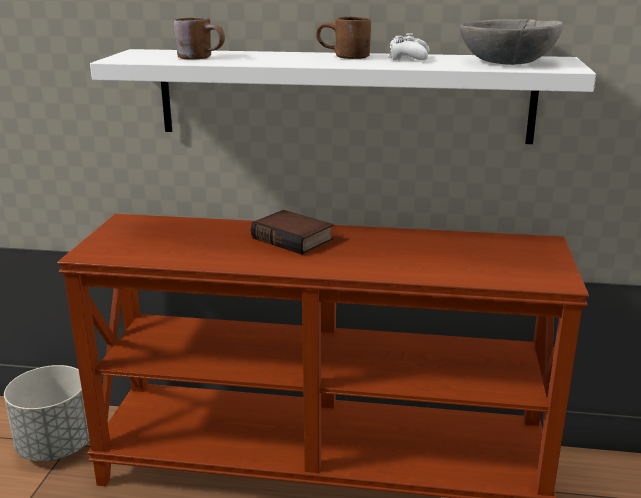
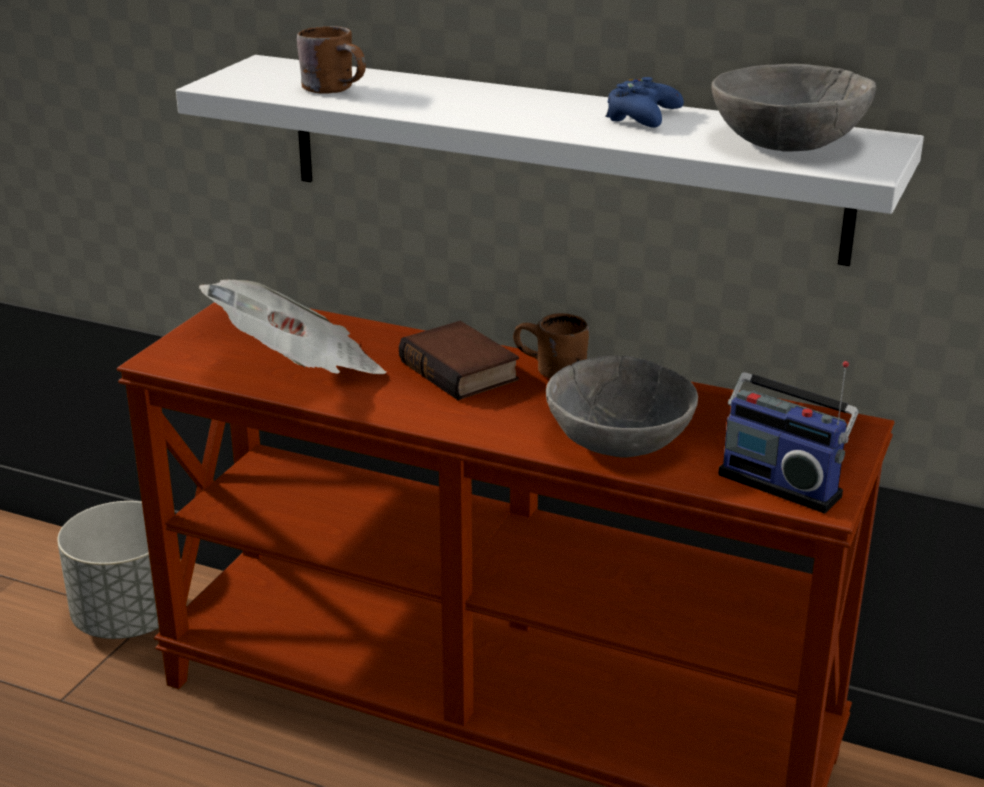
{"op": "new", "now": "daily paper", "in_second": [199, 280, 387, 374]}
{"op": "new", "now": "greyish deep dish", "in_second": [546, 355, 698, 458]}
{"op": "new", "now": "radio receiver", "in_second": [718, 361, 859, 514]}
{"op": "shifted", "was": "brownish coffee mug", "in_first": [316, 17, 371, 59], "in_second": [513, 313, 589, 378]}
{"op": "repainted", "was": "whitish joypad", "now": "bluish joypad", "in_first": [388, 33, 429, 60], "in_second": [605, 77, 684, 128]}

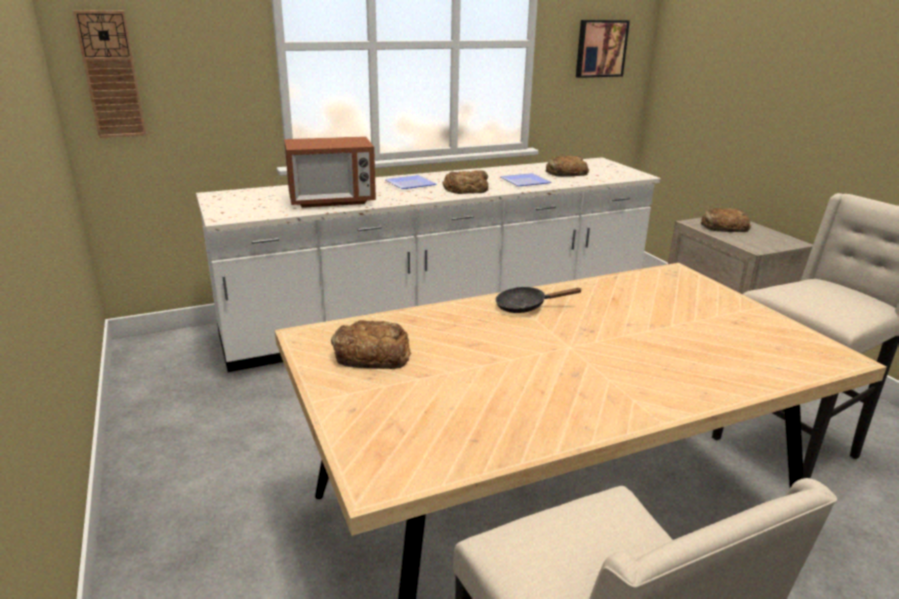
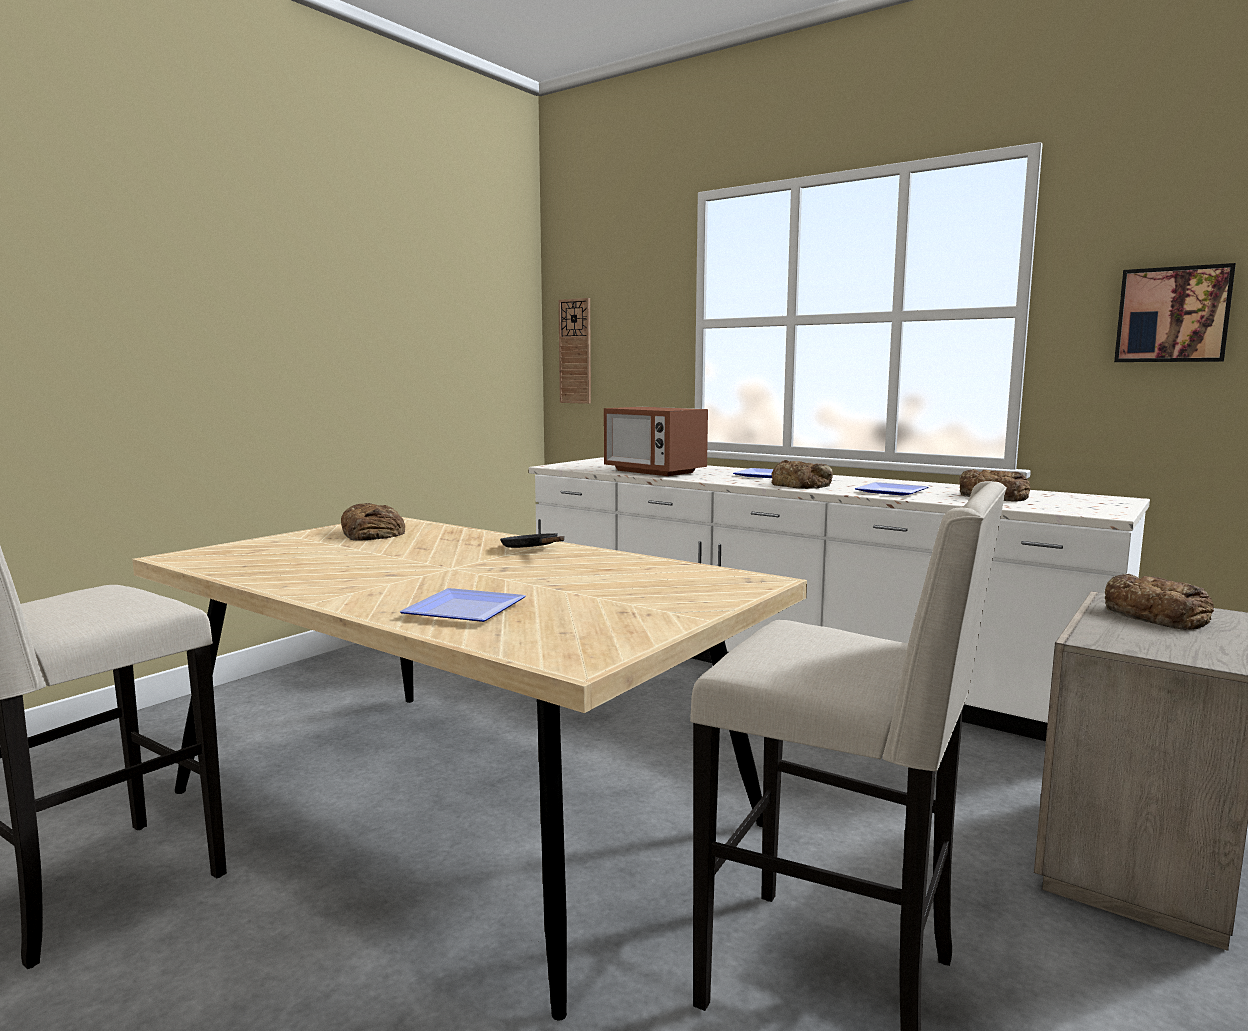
{"op": "new", "now": "flat dish", "in_second": [399, 588, 526, 622]}

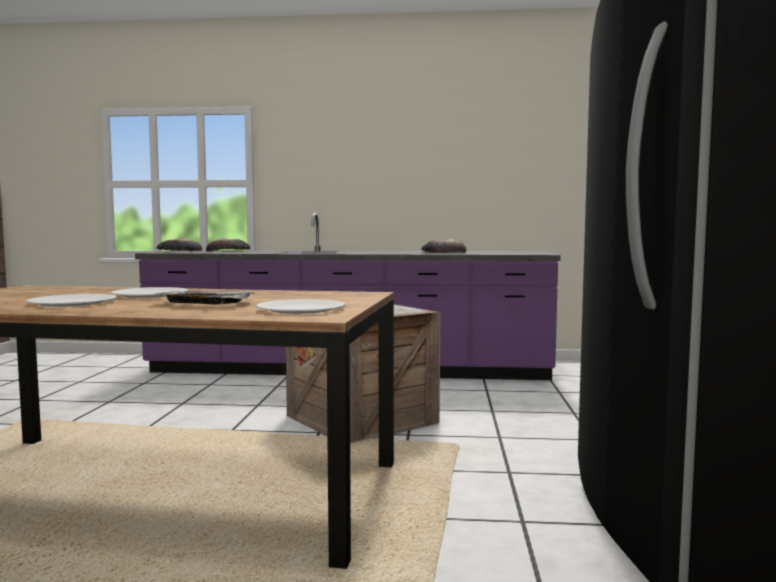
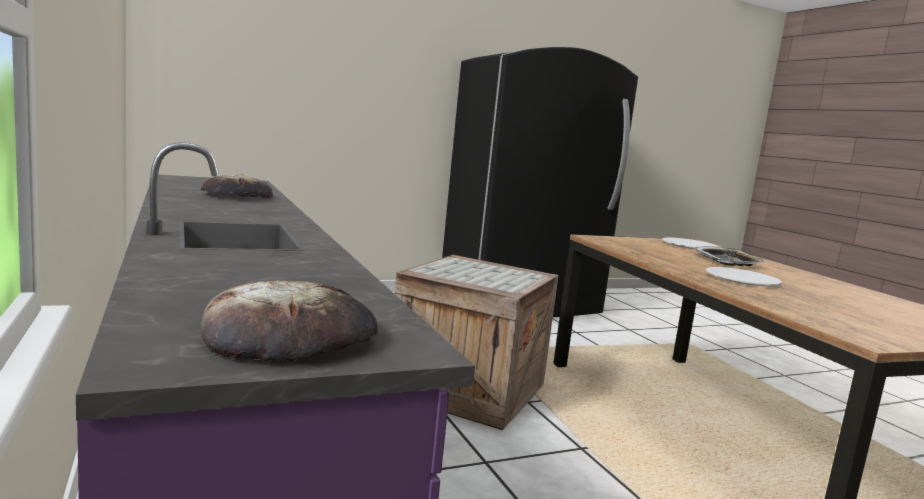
{"op": "gone", "was": "whitish flat dish", "in_first": [26, 294, 117, 307]}
{"op": "gone", "was": "baked bread", "in_first": [206, 238, 251, 252]}

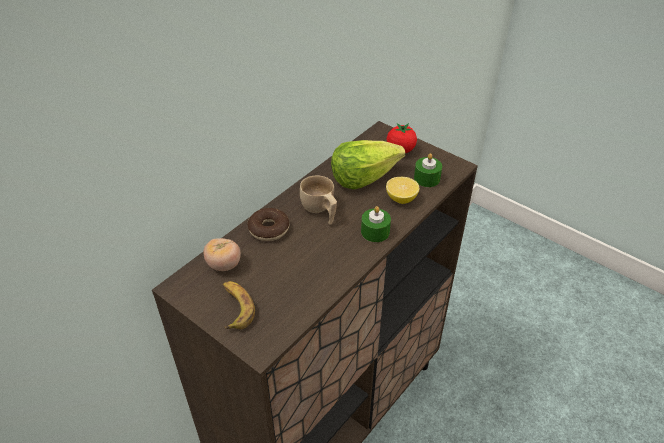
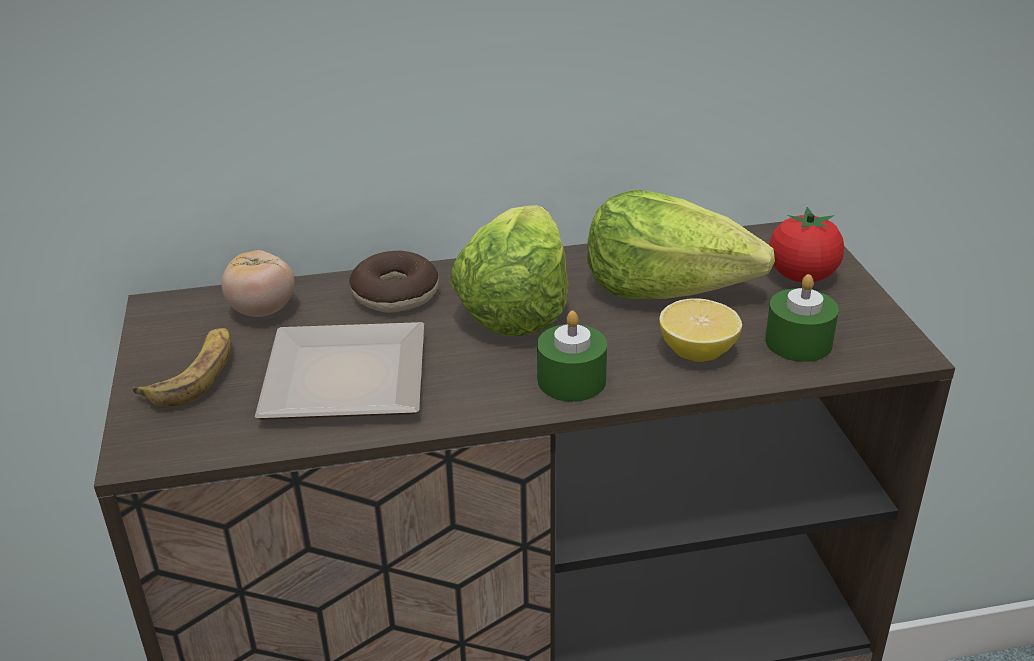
{"op": "new", "now": "flat dish", "in_second": [255, 322, 424, 420]}
{"op": "swapped", "was": "sand-coloured drinking cup", "now": "head of lettuce", "in_first": [300, 175, 337, 225], "in_second": [449, 205, 569, 336]}

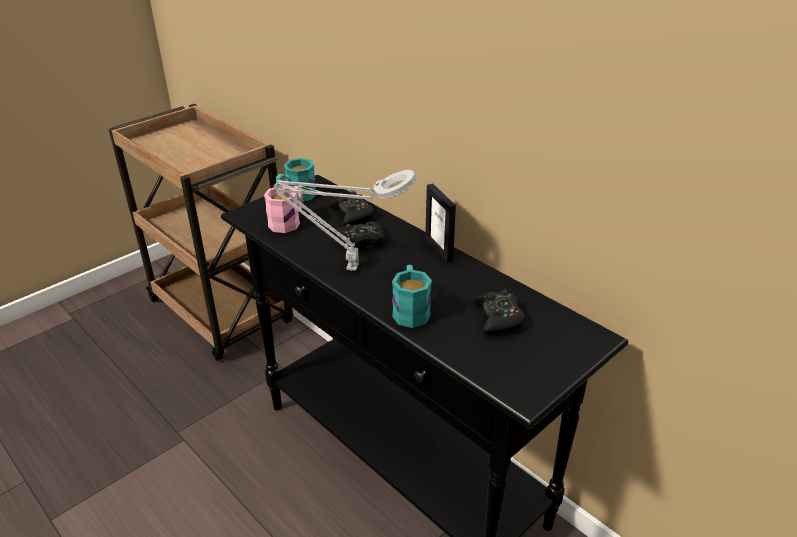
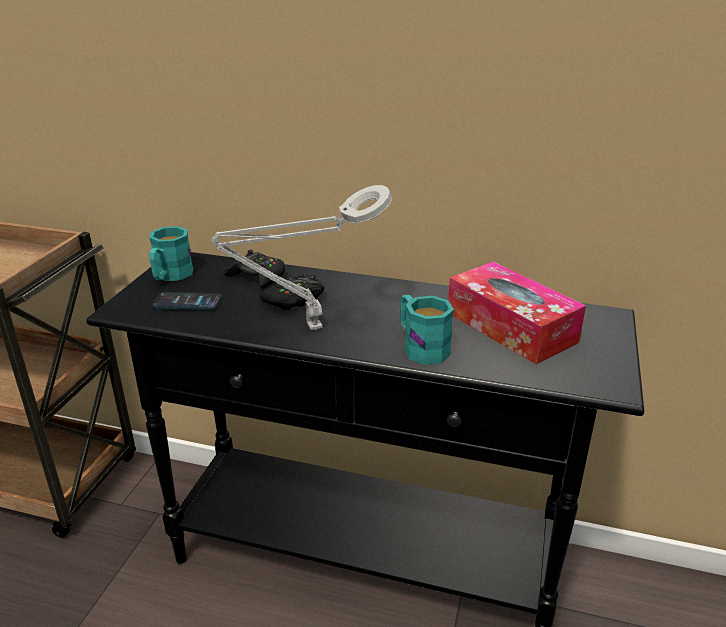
{"op": "gone", "was": "standing frame", "in_first": [425, 183, 456, 262]}
{"op": "swapped", "was": "pink coffee mug", "now": "handset", "in_first": [264, 186, 303, 233], "in_second": [152, 292, 222, 310]}
{"op": "swapped", "was": "black joypad", "now": "tissue holder", "in_first": [472, 289, 525, 334], "in_second": [448, 262, 586, 364]}

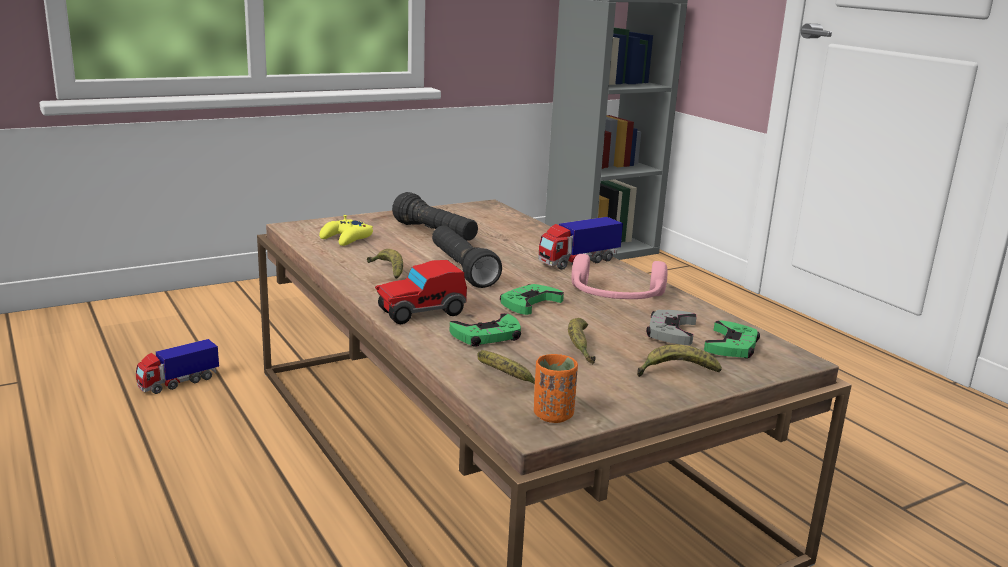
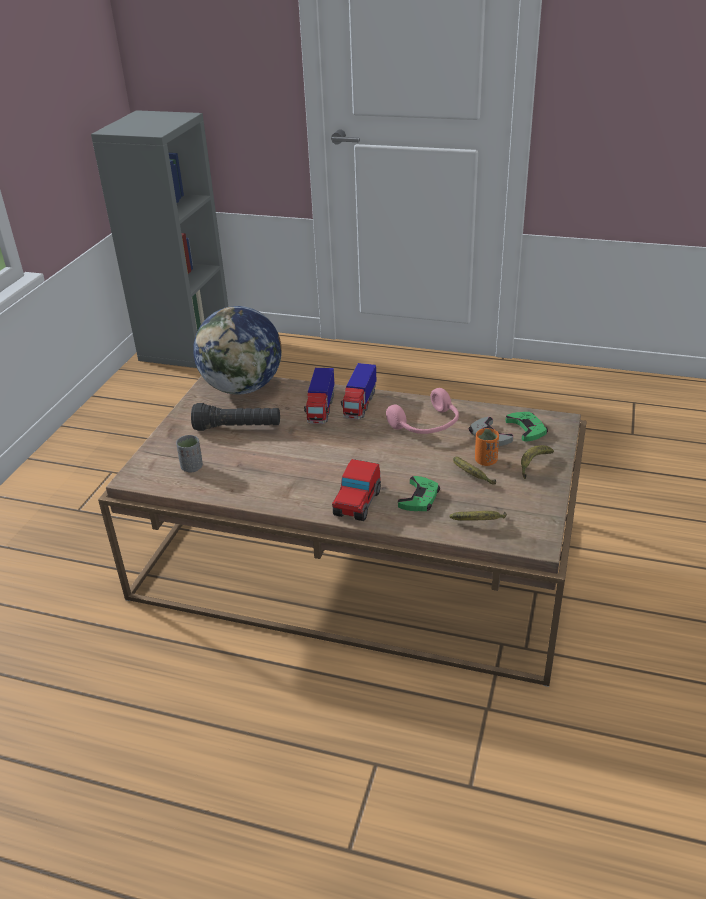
{"op": "gone", "was": "banana", "in_first": [367, 249, 403, 279]}
{"op": "gone", "was": "black hand torch", "in_first": [432, 226, 502, 288]}
{"op": "gone", "was": "green joypad", "in_first": [500, 284, 564, 315]}
{"op": "new", "now": "world globe", "in_second": [193, 306, 282, 395]}
{"op": "shifted", "was": "toy lorry", "in_first": [136, 339, 219, 394], "in_second": [304, 368, 334, 424]}
{"op": "shifted", "was": "orange drinking cup", "in_first": [534, 354, 578, 423], "in_second": [475, 428, 499, 466]}
{"op": "swapped", "was": "yellow joypad", "now": "greyish drinking cup", "in_first": [319, 215, 373, 246], "in_second": [176, 435, 203, 473]}

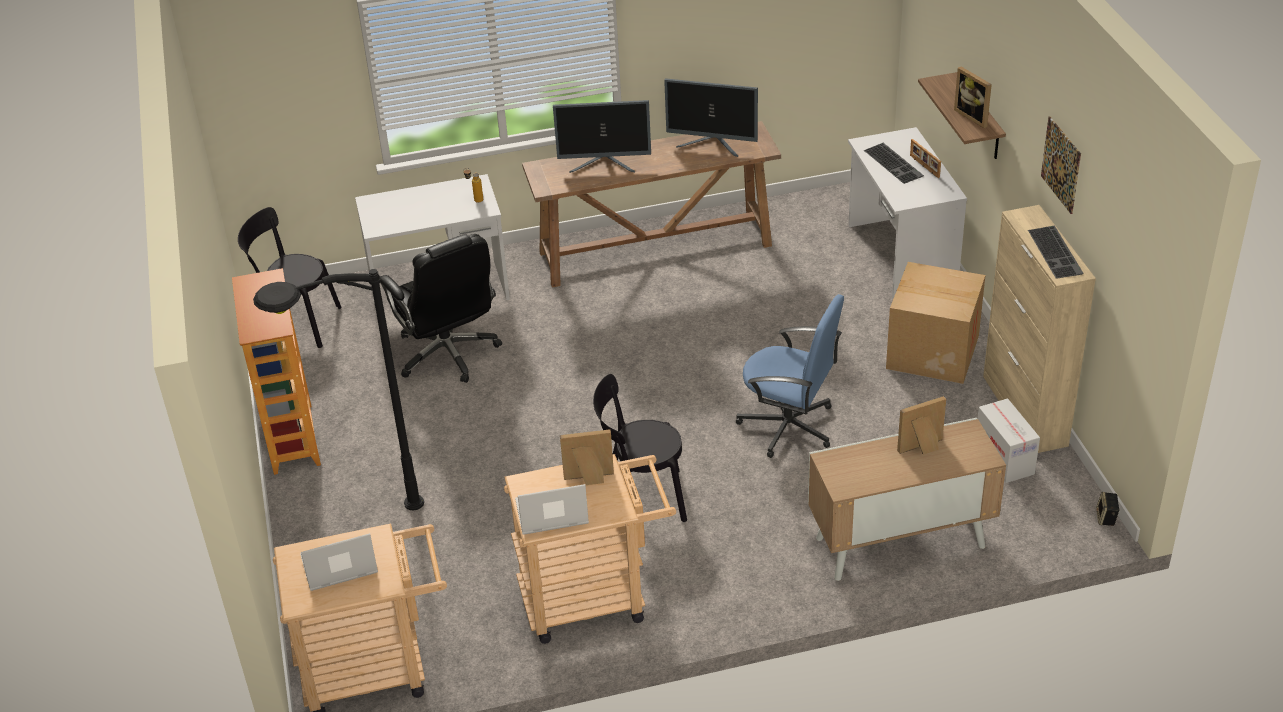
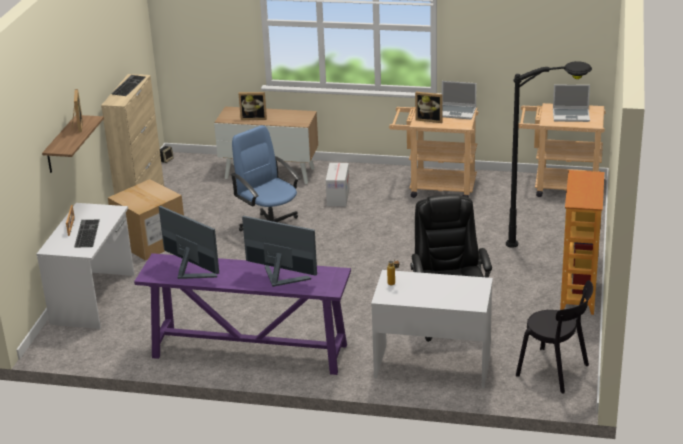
{"op": "gone", "was": "black plain chair", "in_first": [593, 374, 687, 522]}
{"op": "gone", "was": "wall picture", "in_first": [1041, 116, 1081, 214]}
{"op": "shifted", "was": "packing box", "in_first": [978, 398, 1040, 483], "in_second": [326, 163, 350, 206]}
{"op": "repainted", "was": "brownish hall table", "now": "purple hall table", "in_first": [522, 121, 781, 287], "in_second": [134, 253, 351, 375]}

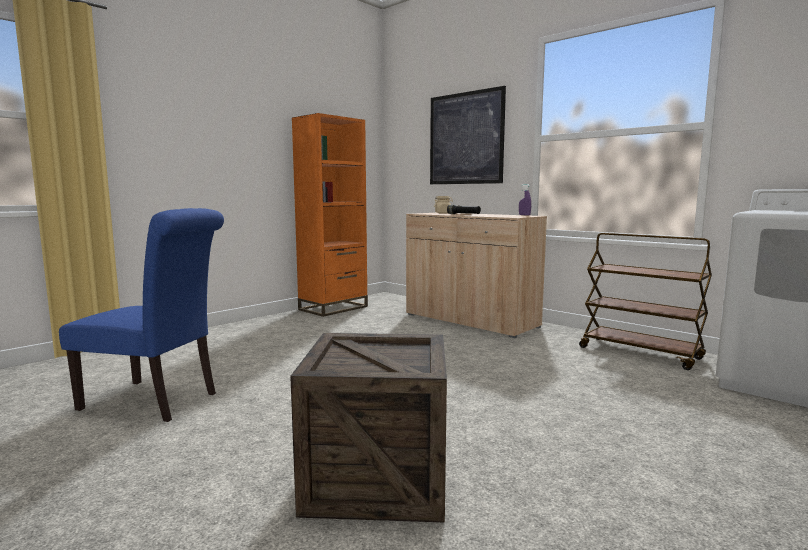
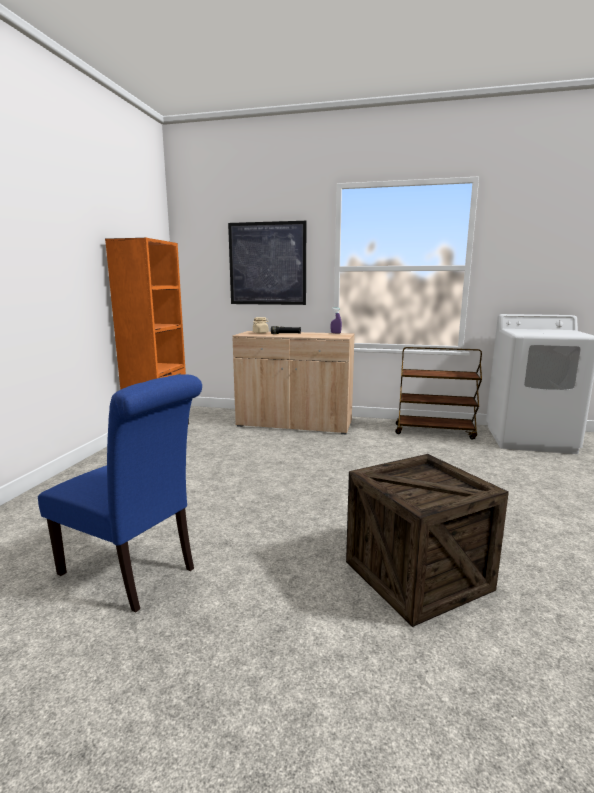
{"op": "rotated", "was": "bluish plain chair", "in_first": [59, 208, 224, 422], "in_second": [38, 374, 202, 613], "clockwise": 45}

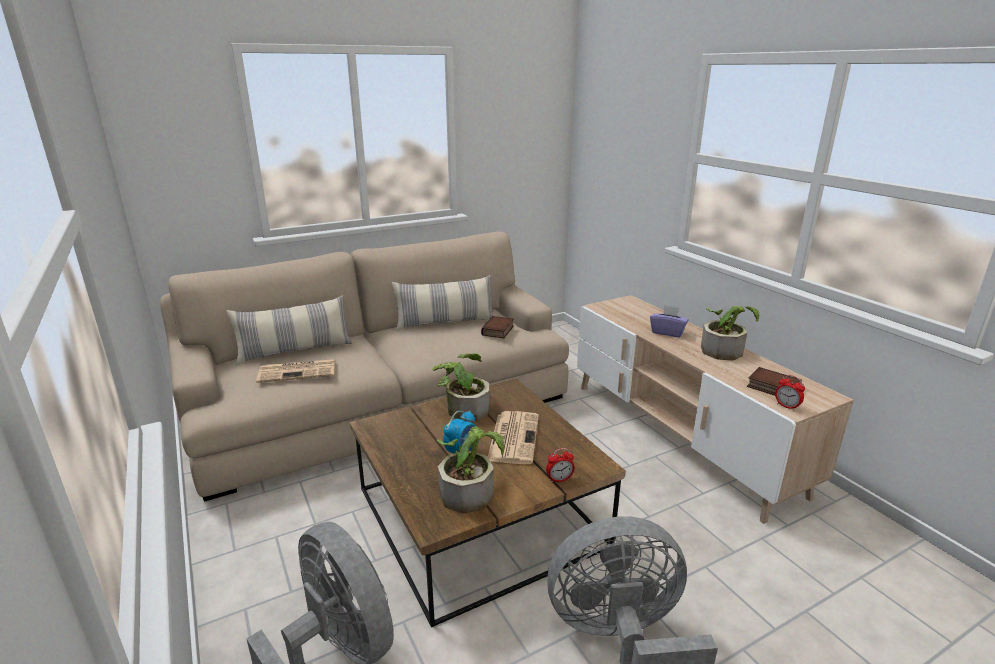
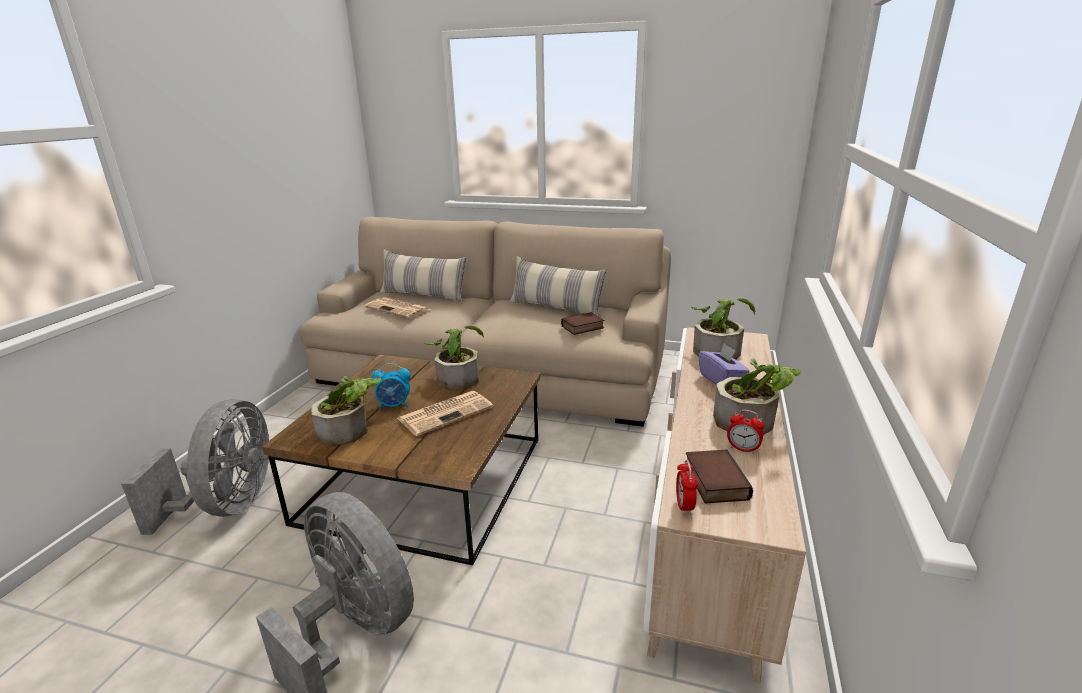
{"op": "new", "now": "potted plant", "in_second": [691, 298, 755, 360]}
{"op": "shifted", "was": "bedside clock", "in_first": [546, 448, 575, 483], "in_second": [727, 409, 764, 454]}

